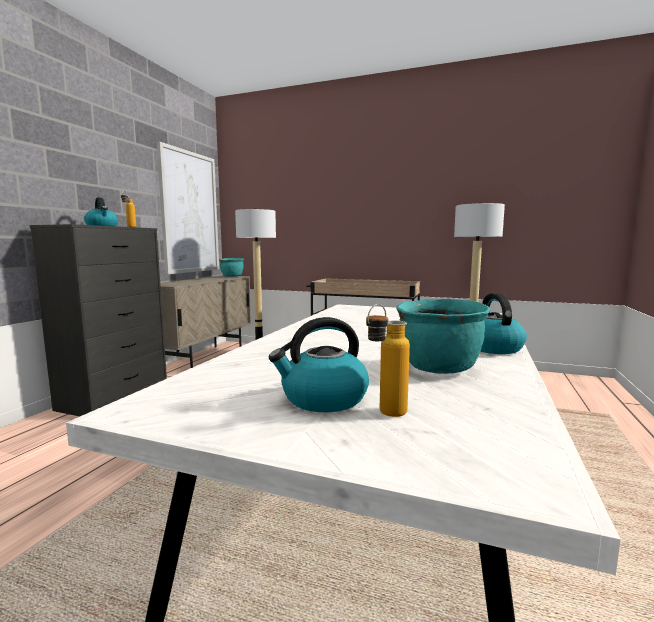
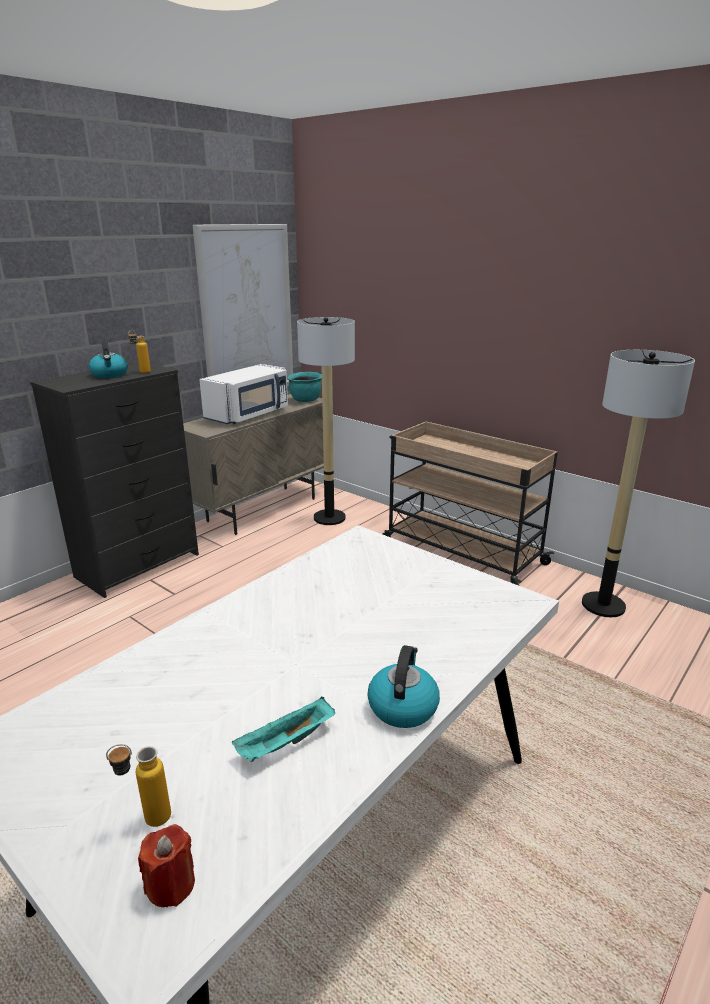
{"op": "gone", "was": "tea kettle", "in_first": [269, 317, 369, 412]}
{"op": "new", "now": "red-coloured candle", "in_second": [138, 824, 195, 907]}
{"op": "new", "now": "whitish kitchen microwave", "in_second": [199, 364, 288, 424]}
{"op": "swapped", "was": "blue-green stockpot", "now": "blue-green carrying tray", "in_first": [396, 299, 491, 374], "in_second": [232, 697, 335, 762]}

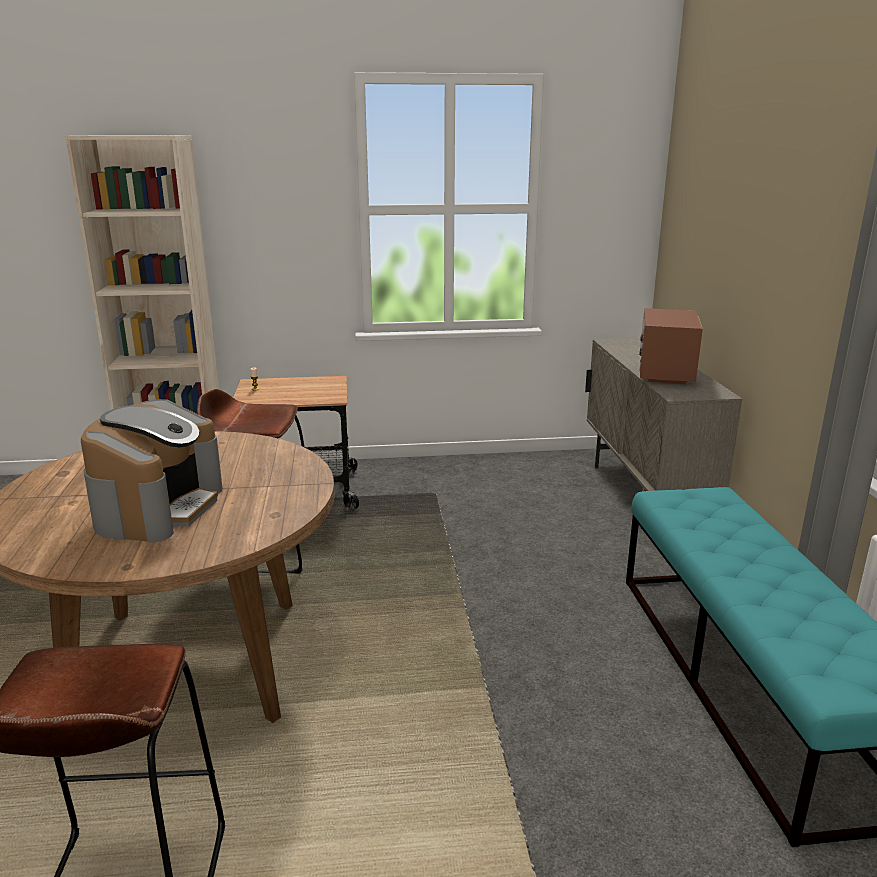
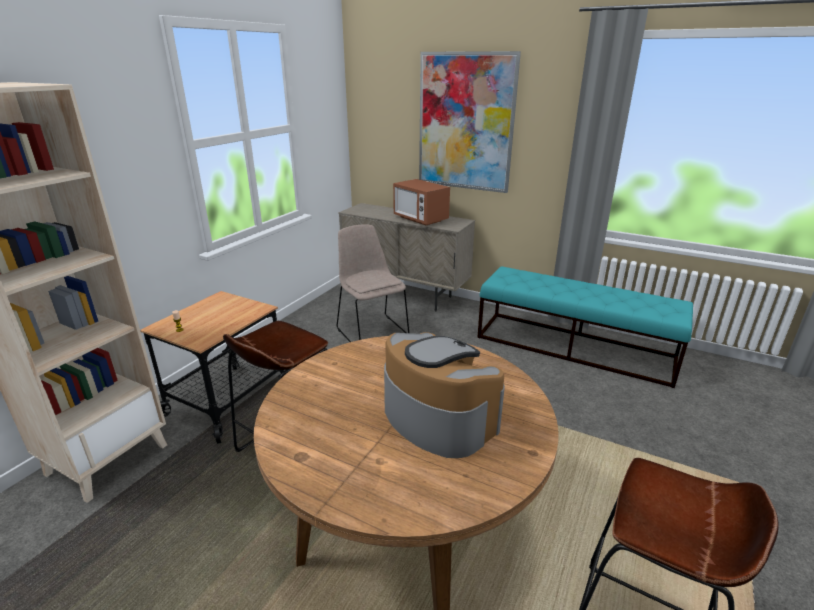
{"op": "new", "now": "sand-coloured plain chair", "in_second": [337, 224, 409, 342]}
{"op": "new", "now": "wall picture", "in_second": [419, 51, 521, 193]}

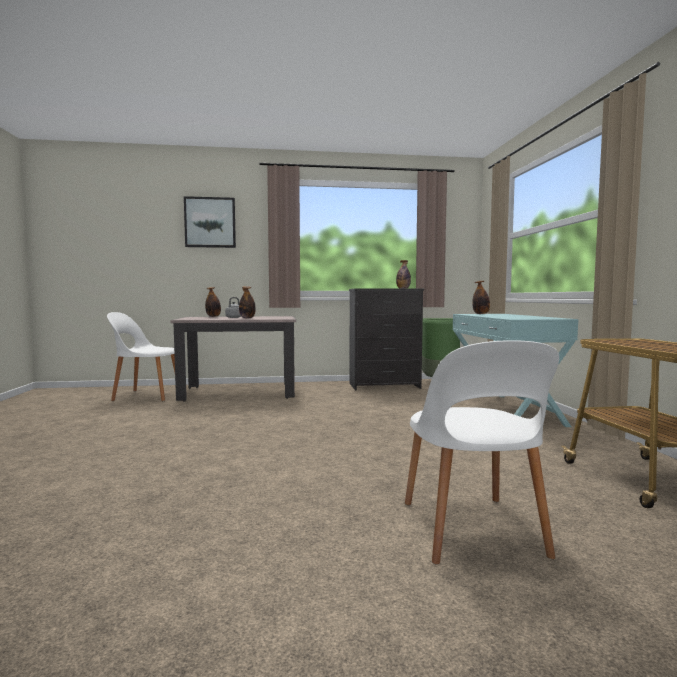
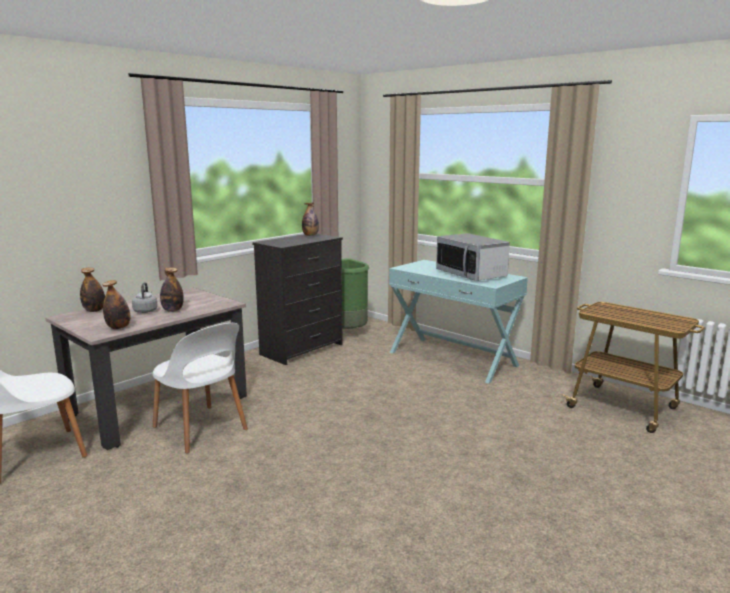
{"op": "gone", "was": "wall picture", "in_first": [184, 196, 236, 248]}
{"op": "new", "now": "kitchen microwave", "in_second": [436, 233, 510, 281]}
{"op": "shifted", "was": "whitish plain chair", "in_first": [405, 340, 559, 565], "in_second": [153, 323, 248, 454]}
{"op": "shifted", "was": "drink bottle", "in_first": [472, 281, 490, 314], "in_second": [102, 280, 130, 329]}

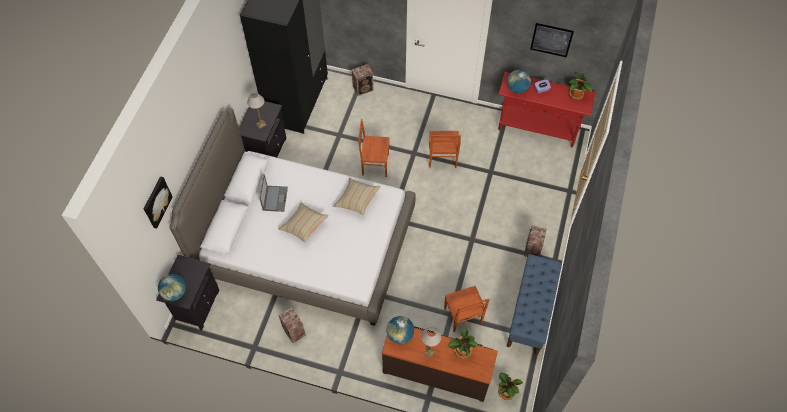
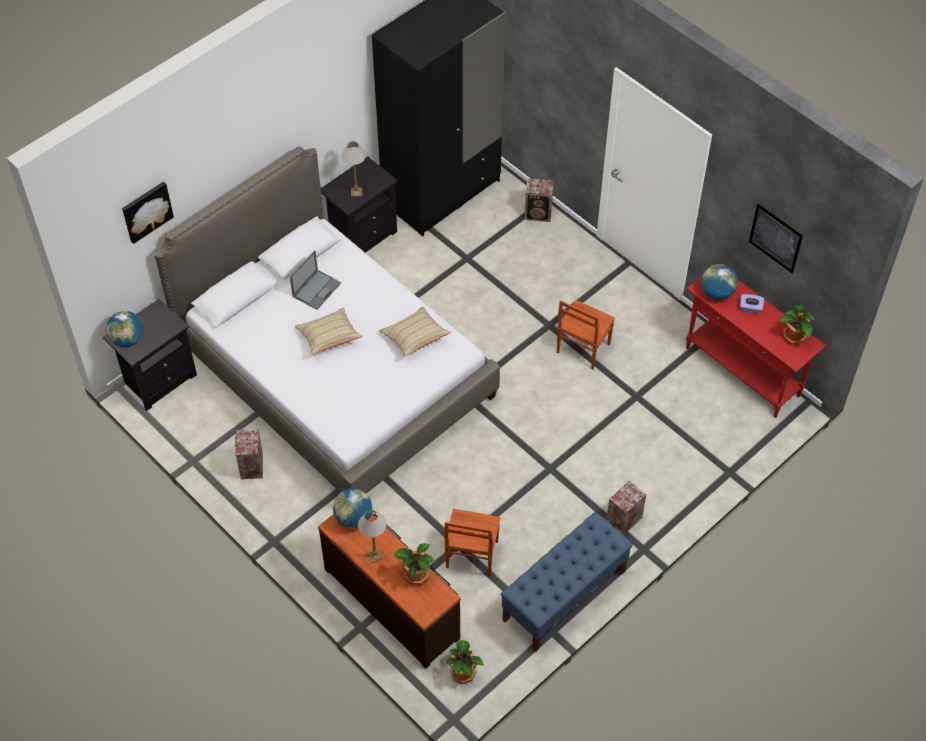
{"op": "gone", "was": "brownish plain chair", "in_first": [358, 119, 390, 177]}

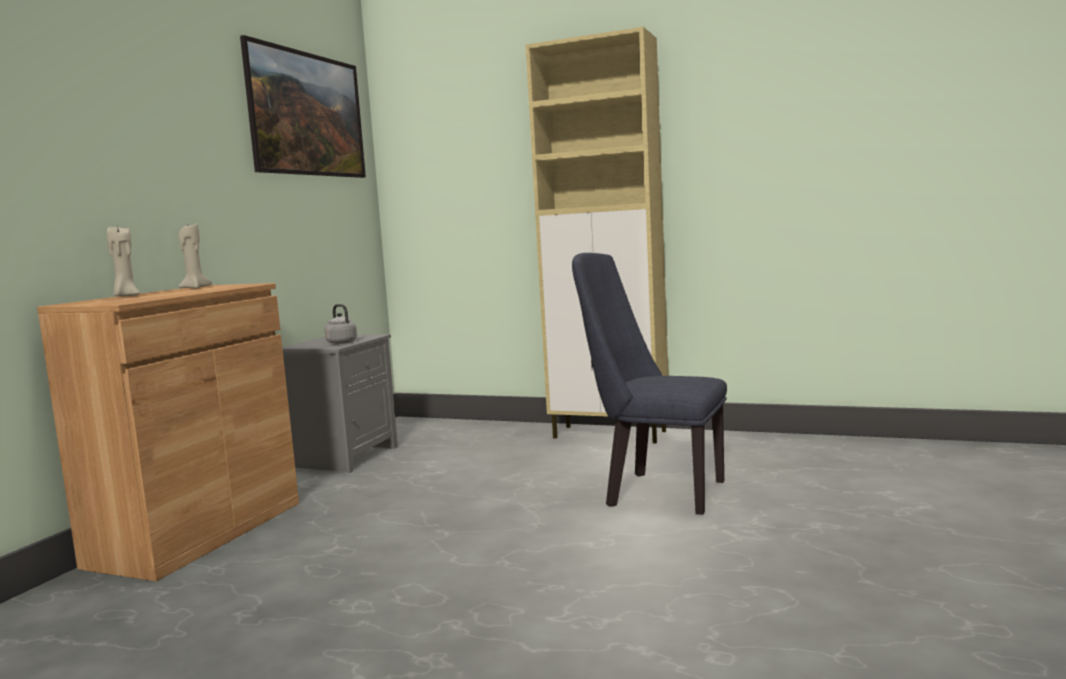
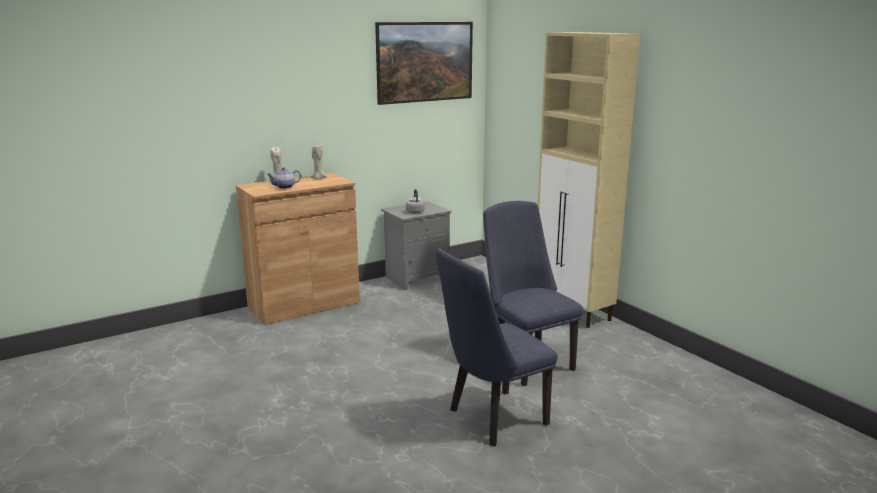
{"op": "new", "now": "tea pot", "in_second": [267, 167, 301, 189]}
{"op": "new", "now": "bluish plain chair", "in_second": [436, 248, 558, 446]}

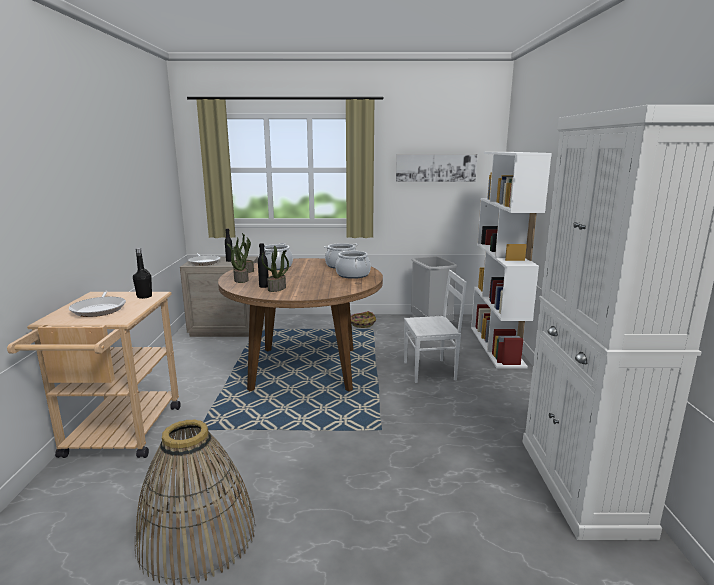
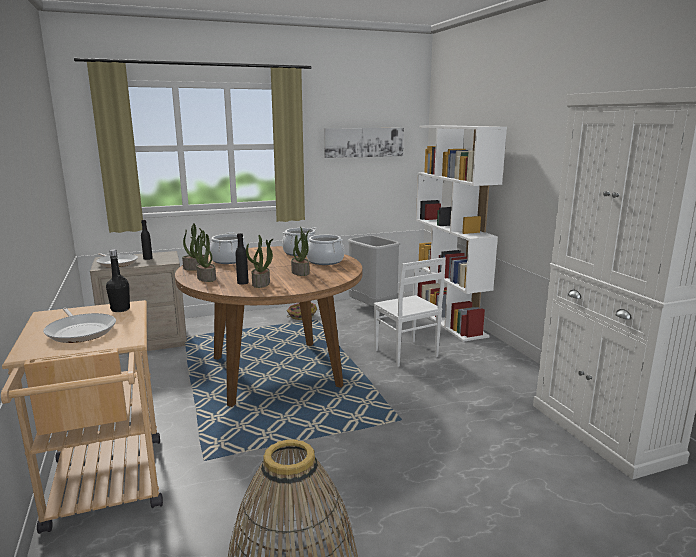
{"op": "new", "now": "potted plant", "in_second": [291, 227, 311, 276]}
{"op": "rotated", "was": "whitish plain chair", "in_first": [404, 270, 467, 383], "in_second": [373, 257, 446, 367], "clockwise": 90}

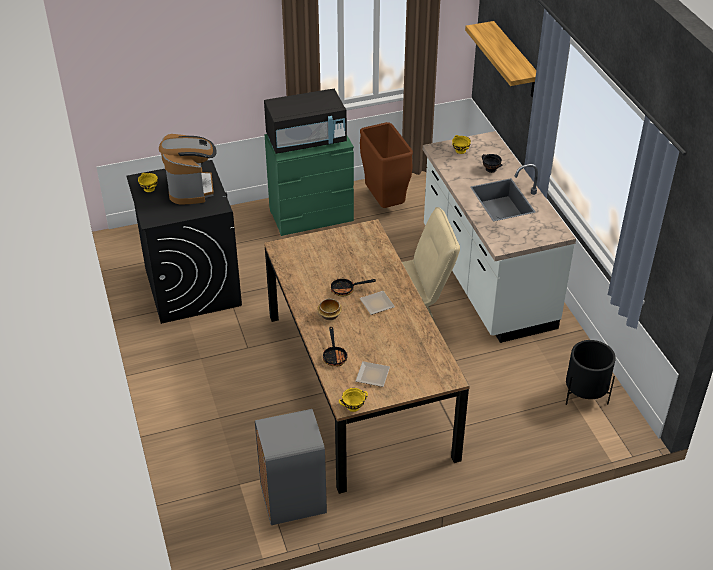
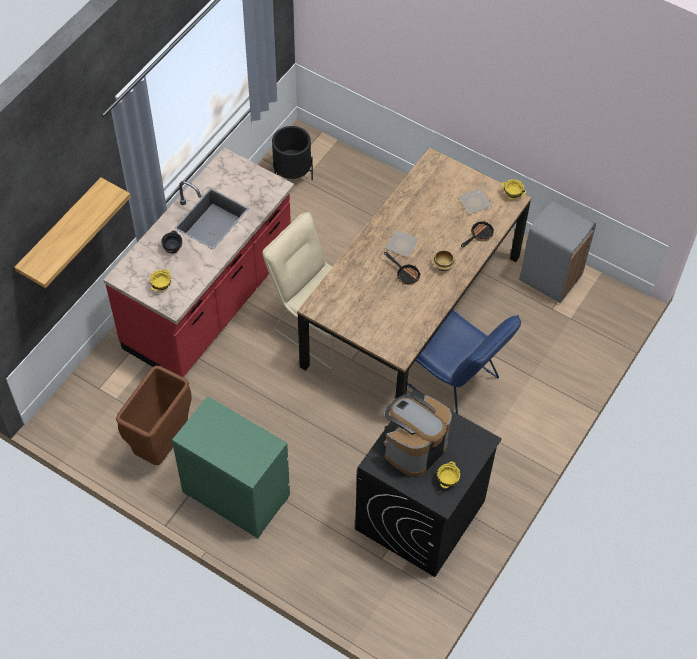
{"op": "gone", "was": "black kitchen microwave", "in_first": [264, 89, 347, 154]}
{"op": "new", "now": "bluish plain chair", "in_second": [407, 309, 521, 414]}
{"op": "repainted", "was": "whitish kitchen counter", "now": "red-coloured kitchen counter", "in_first": [423, 131, 576, 343], "in_second": [103, 148, 294, 377]}

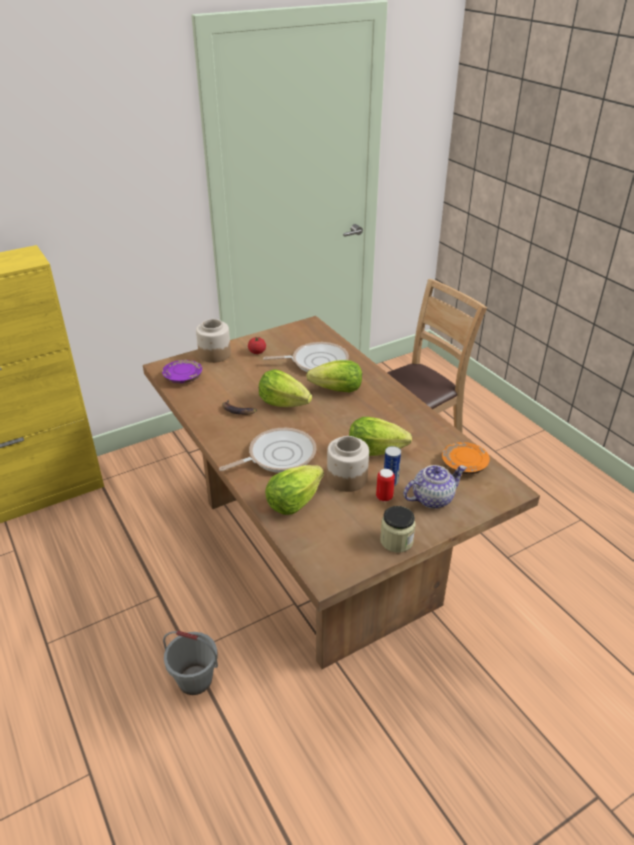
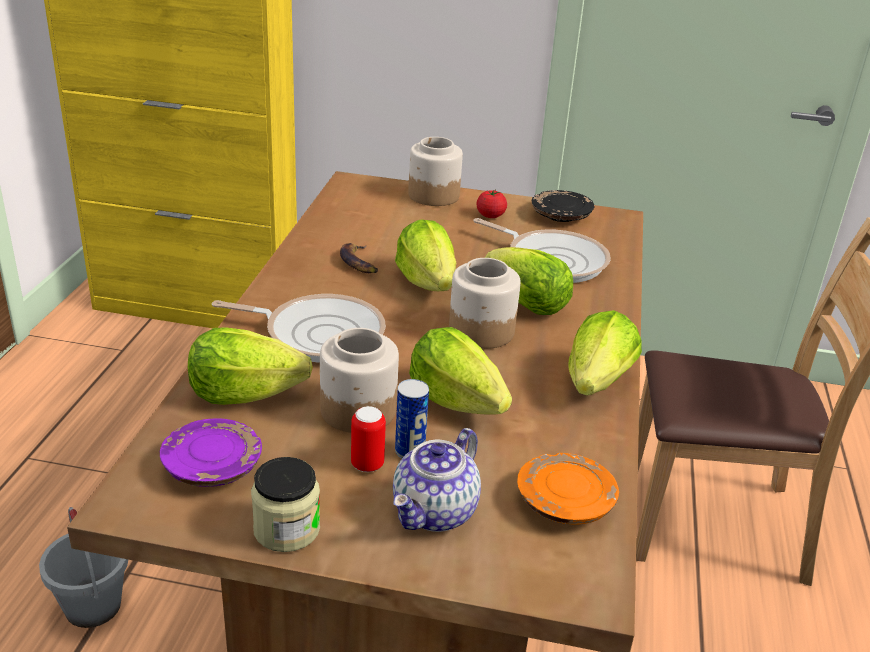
{"op": "new", "now": "jar", "in_second": [449, 258, 521, 349]}
{"op": "new", "now": "black flat dish", "in_second": [532, 190, 595, 222]}
{"op": "new", "now": "head of lettuce", "in_second": [568, 310, 642, 396]}
{"op": "shifted", "was": "purple flat dish", "in_first": [162, 360, 202, 383], "in_second": [160, 418, 262, 487]}
{"op": "rotated", "was": "tea pot", "in_first": [403, 465, 466, 509], "in_second": [393, 428, 481, 532], "clockwise": 105}

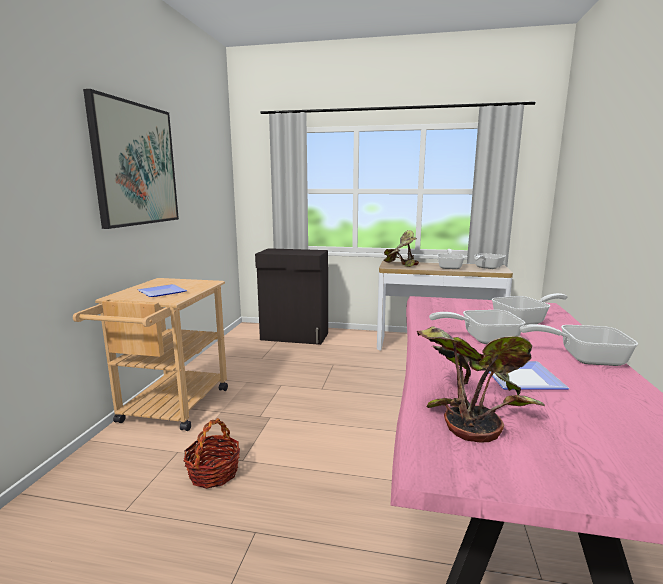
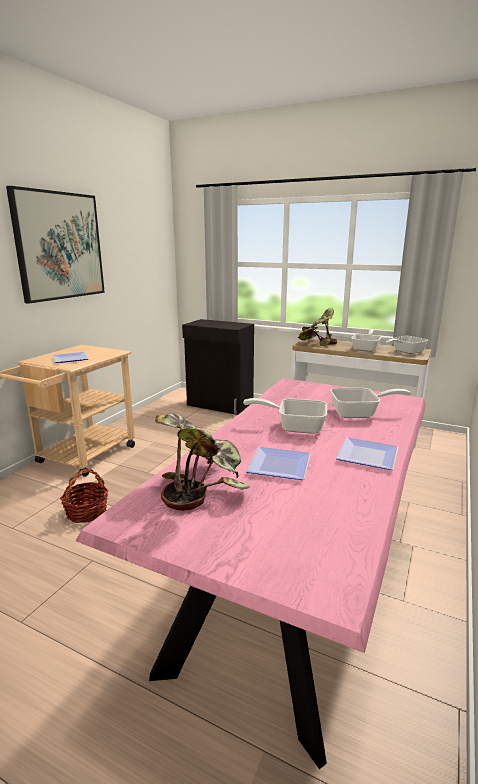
{"op": "swapped", "was": "frying pan", "now": "flat dish", "in_first": [520, 324, 639, 366], "in_second": [335, 437, 398, 470]}

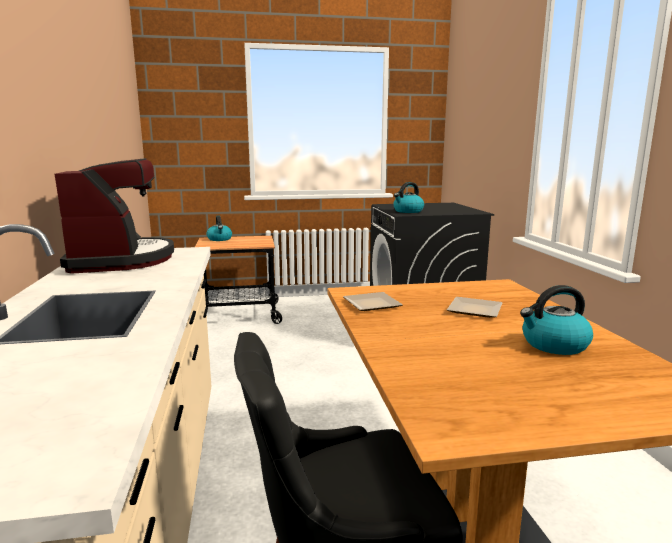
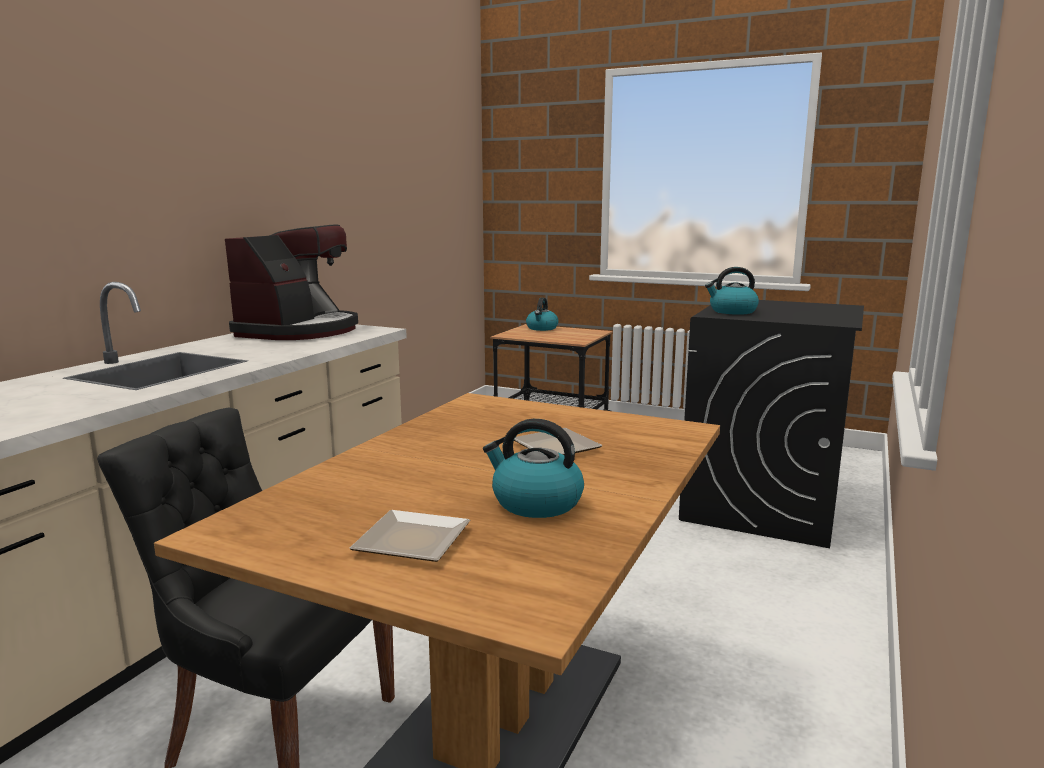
{"op": "shifted", "was": "flat dish", "in_first": [343, 292, 403, 311], "in_second": [350, 510, 470, 562]}

